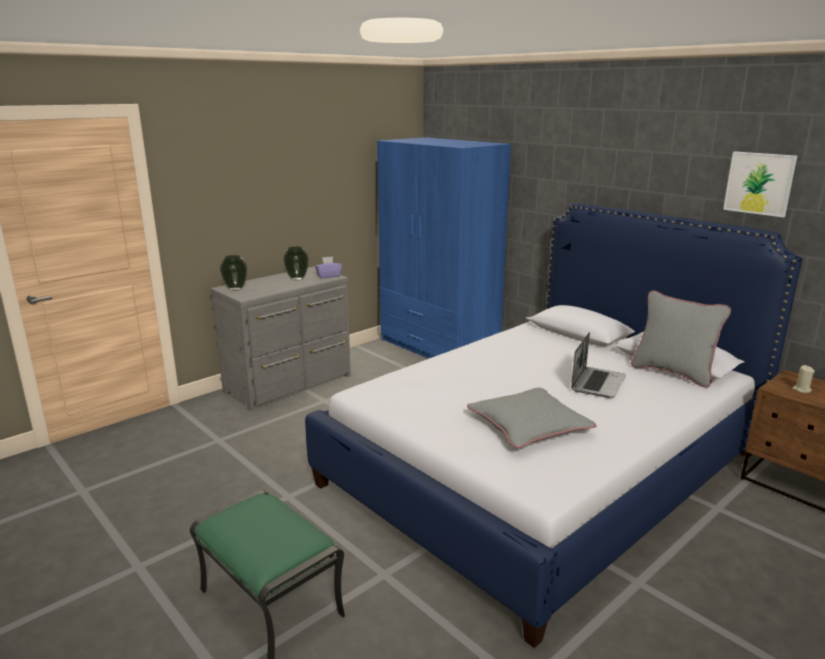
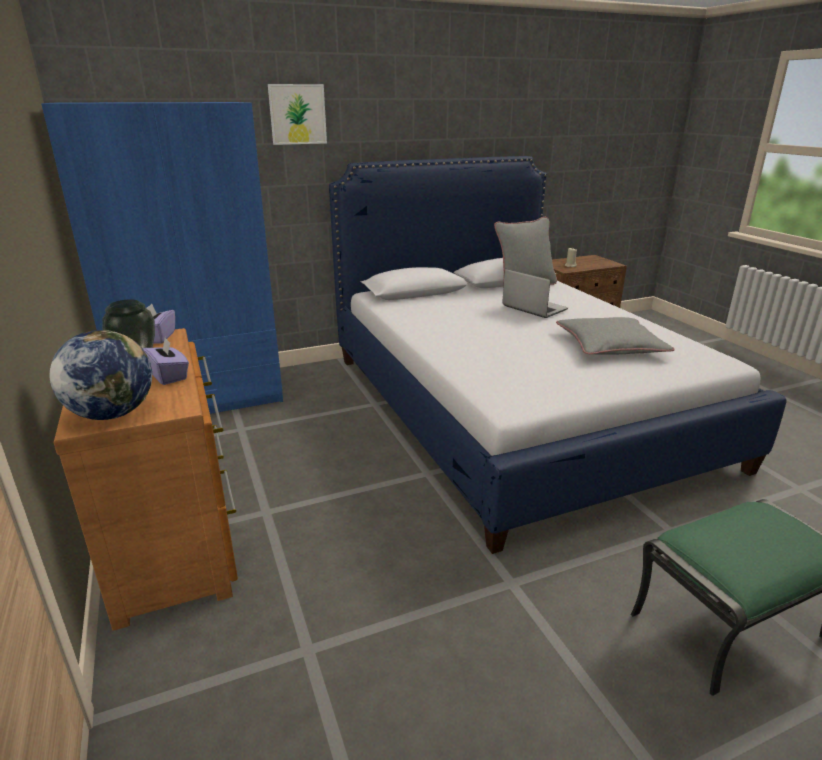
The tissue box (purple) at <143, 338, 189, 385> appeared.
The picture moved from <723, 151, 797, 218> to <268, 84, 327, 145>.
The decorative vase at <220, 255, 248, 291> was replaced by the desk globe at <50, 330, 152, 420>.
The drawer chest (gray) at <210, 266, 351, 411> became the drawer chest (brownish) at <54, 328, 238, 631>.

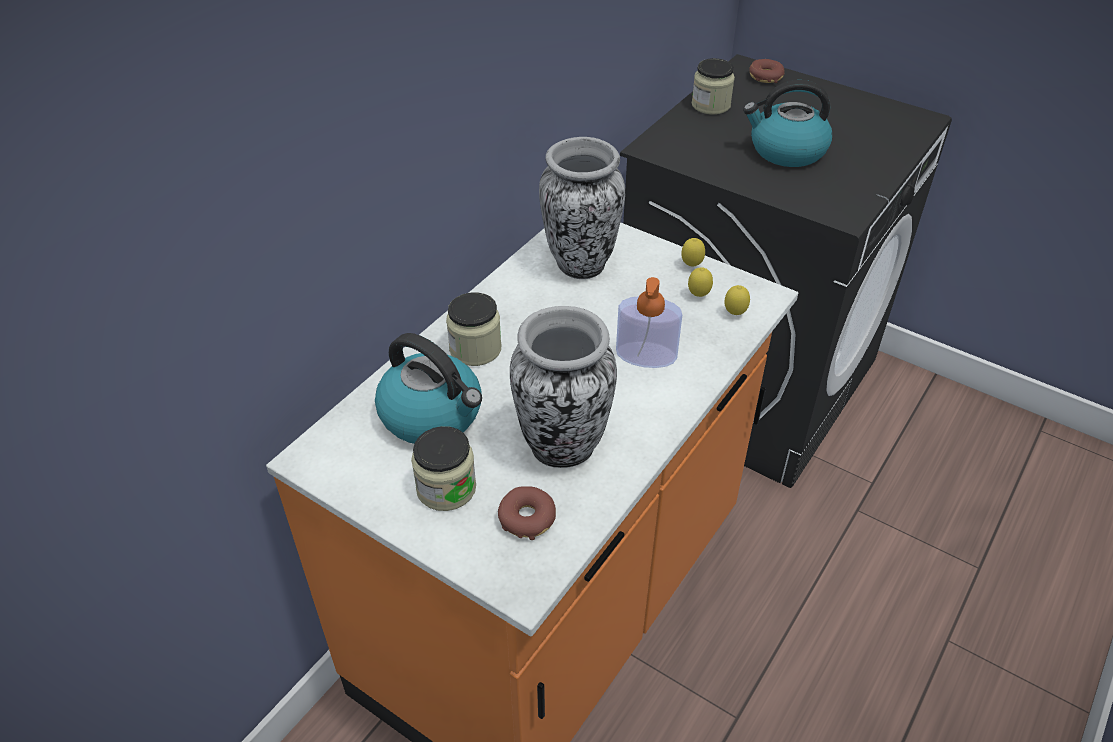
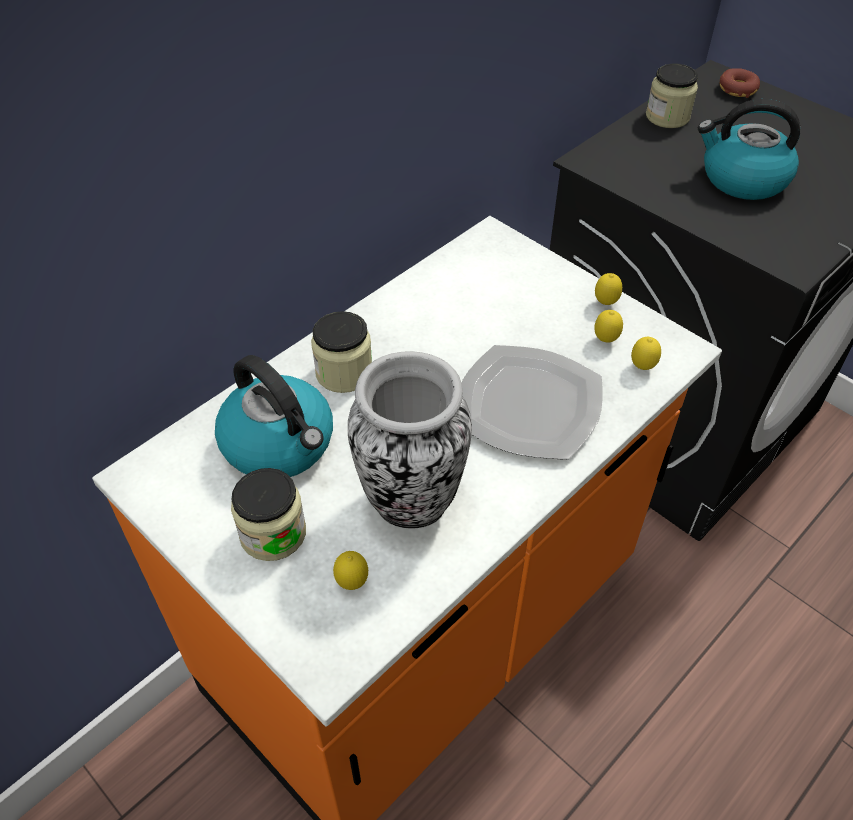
The decorative vase at <539, 137, 625, 279> disappeared.
The ring doughnut at <498, 486, 556, 540> was replaced by the whole lemon at <333, 551, 368, 590>.
The soap dispenser at <616, 277, 682, 368> was replaced by the plate at <462, 345, 603, 460>.

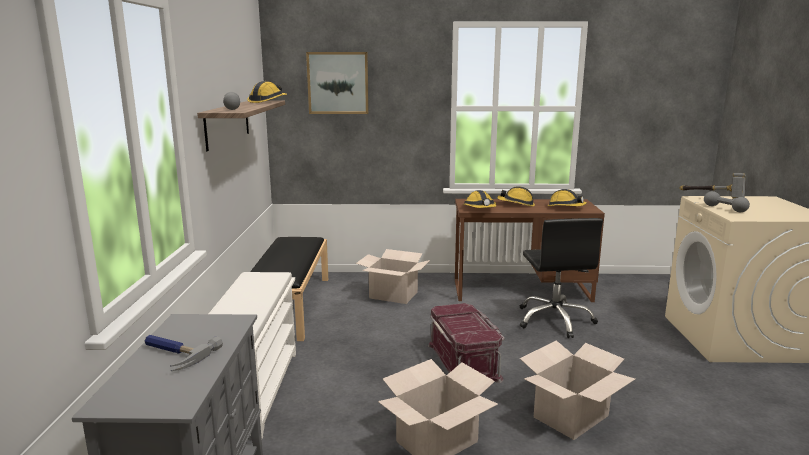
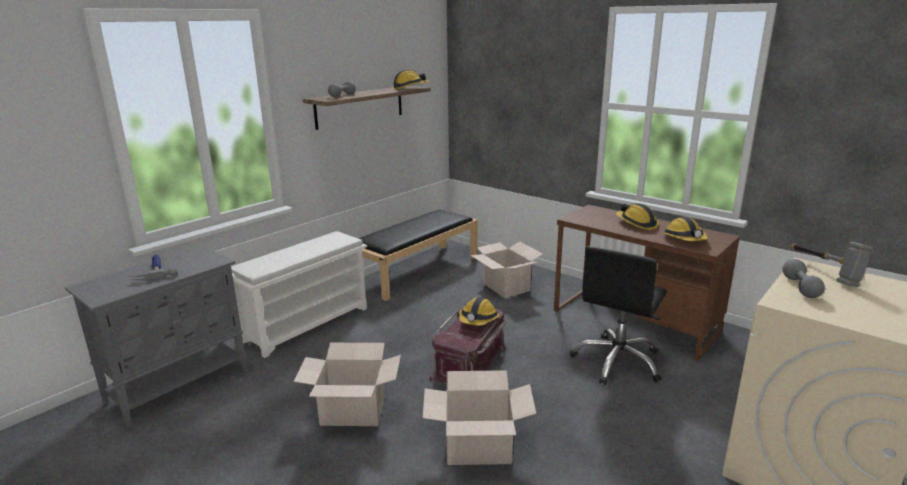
The picture at <306, 52, 369, 114> disappeared.
The work helmet moved from <463, 190, 496, 208> to <459, 297, 499, 326>.

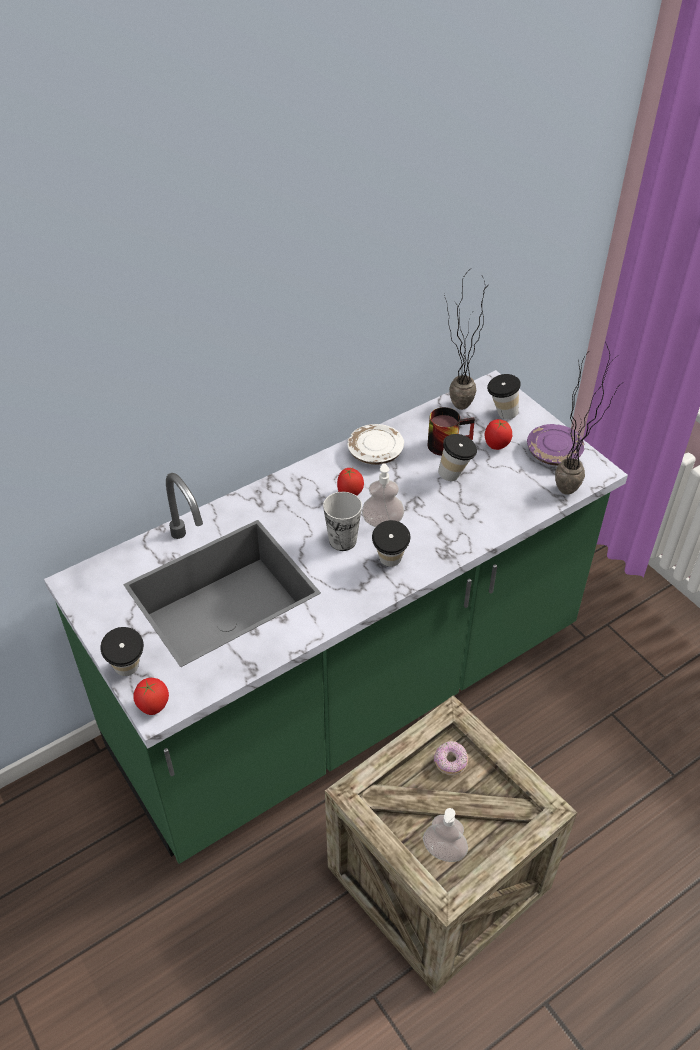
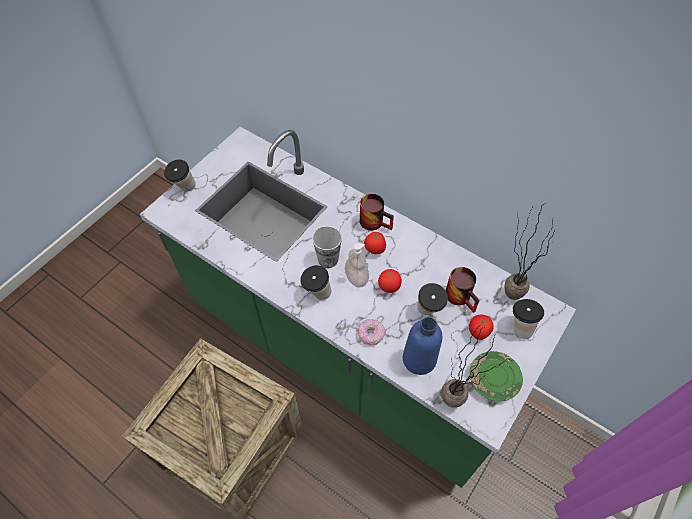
The plate (white-coloured) at <347, 424, 404, 465> disappeared.
The soap dispenser at <423, 808, 468, 862> disappeared.
The coffee mug at <360, 194, 394, 231> appeared.
The drink bottle (bluish) at <403, 317, 442, 375> appeared.
The tomato moved from <134, 678, 169, 715> to <378, 269, 402, 293>.
The ring doughnut moved from <434, 741, 468, 776> to <358, 319, 385, 346>.
The plate (purple) at <527, 424, 584, 466> became the plate (green-coloured) at <470, 351, 523, 401>.

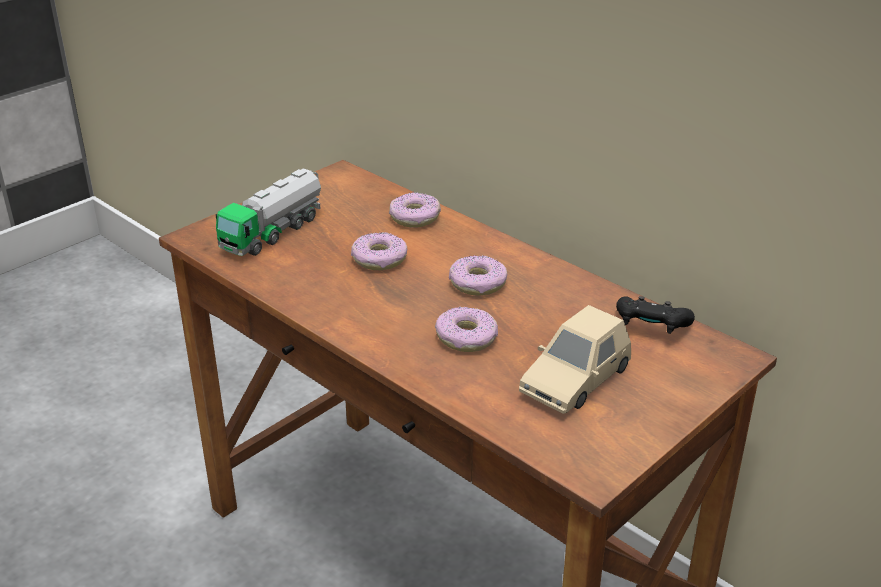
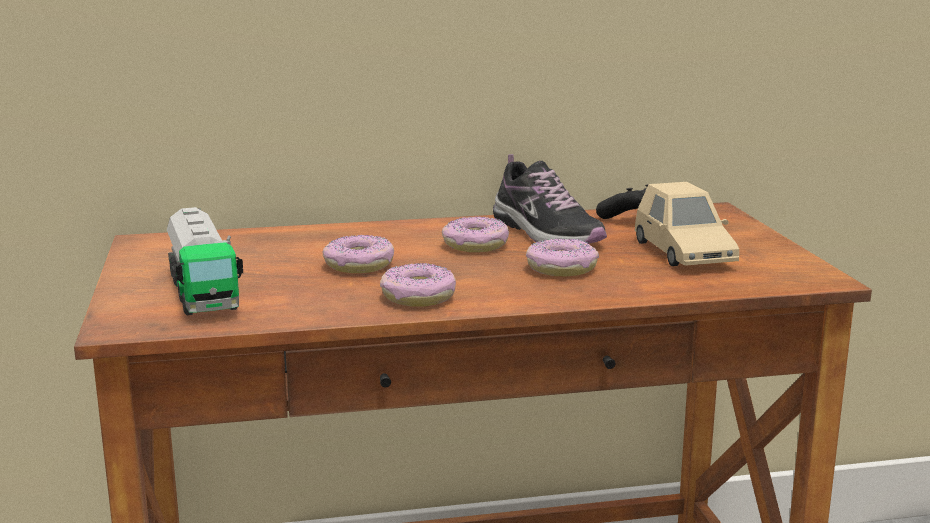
The low shoe at <493, 154, 607, 244> appeared.
The ring doughnut moved from <389, 192, 441, 227> to <380, 263, 456, 307>.

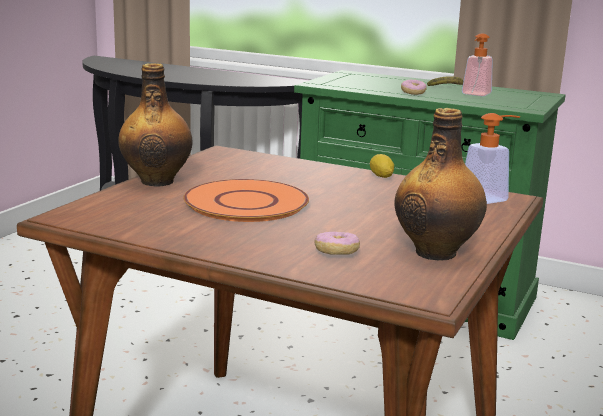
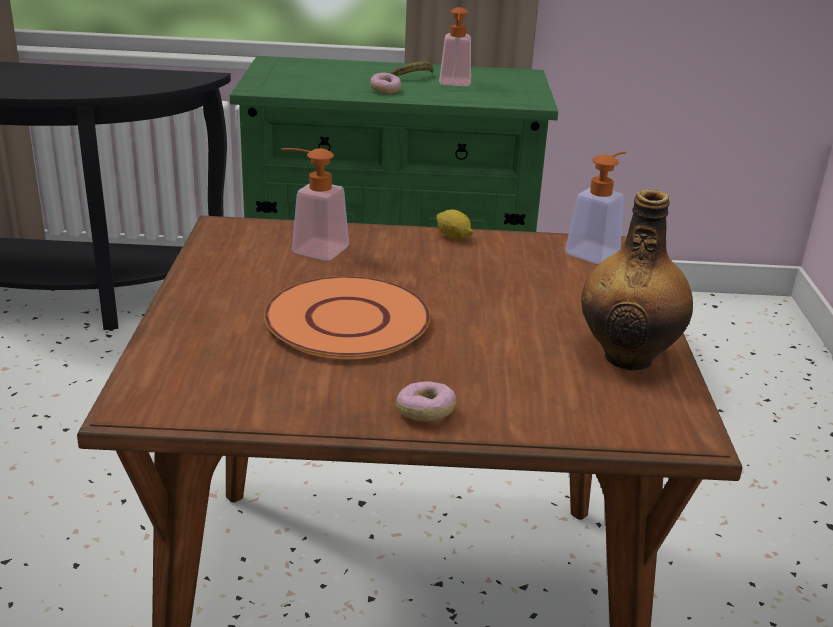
The drink bottle at <118, 63, 193, 187> disappeared.
The soap dispenser at <281, 148, 349, 260> appeared.
The ring doughnut moved from <314, 232, 360, 255> to <396, 381, 456, 422>.

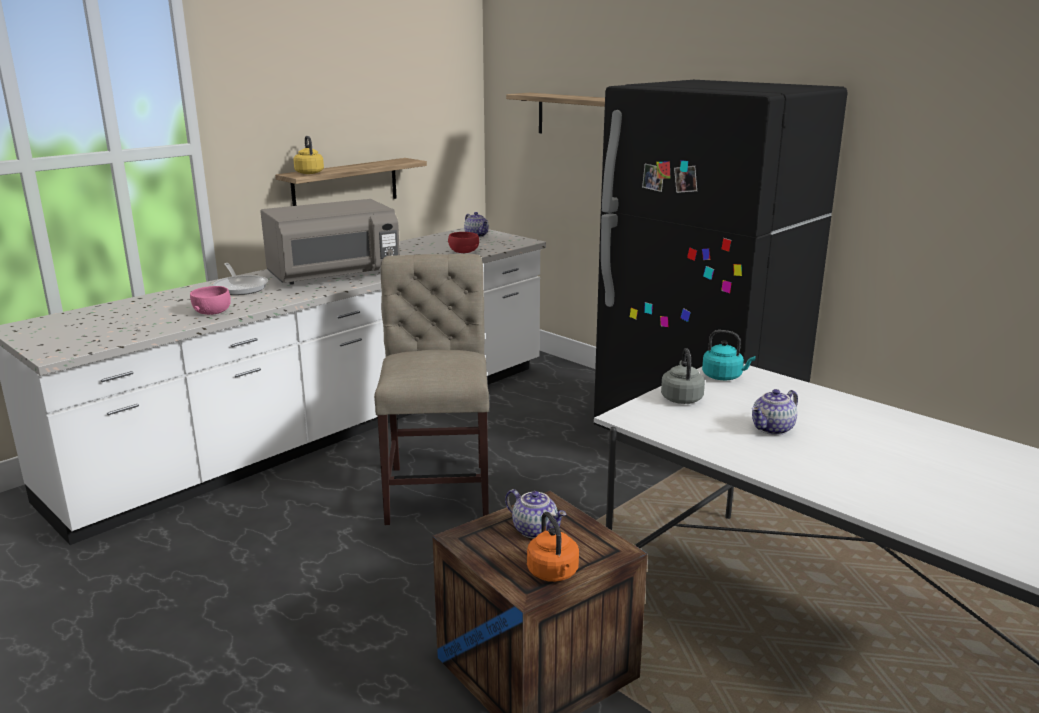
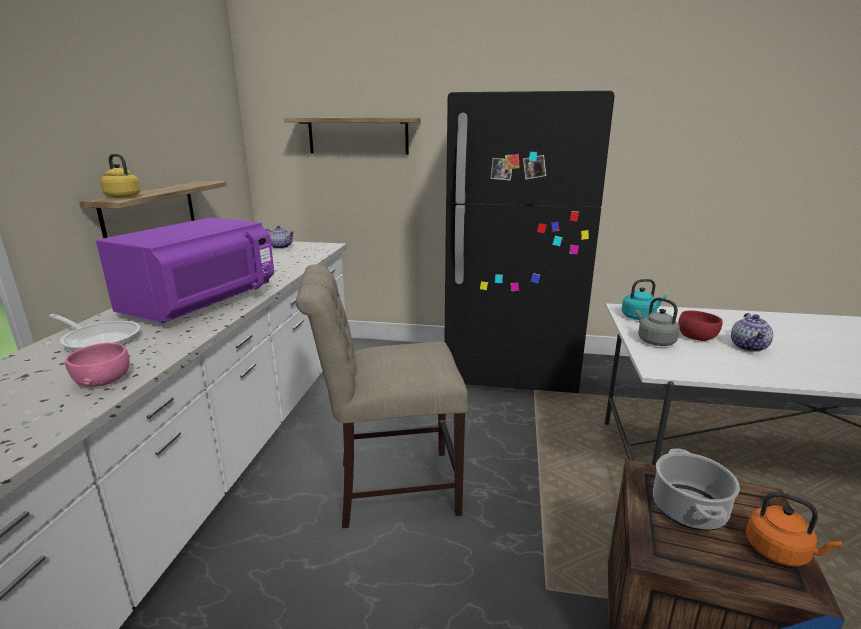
The serving bowl (red-coloured) moved from <448, 232, 479, 253> to <678, 311, 723, 341>.
The pot for tea at <505, 489, 566, 539> was replaced by the cooking pot at <653, 448, 740, 530>.
The kitchen microwave (gray) at <260, 199, 400, 285> became the kitchen microwave (purple) at <96, 217, 274, 323>.
The plain chair (sand-coloured) at <374, 254, 489, 525> turned 60 degrees counterclockwise.

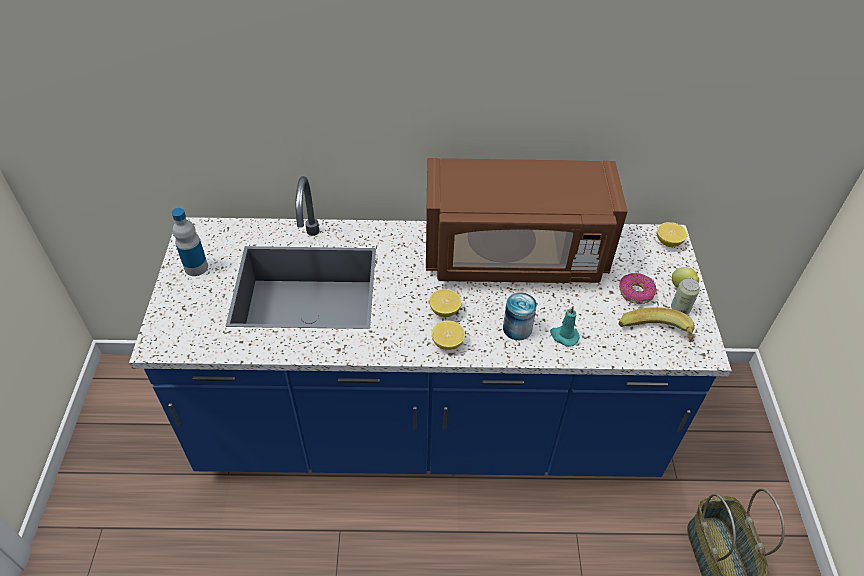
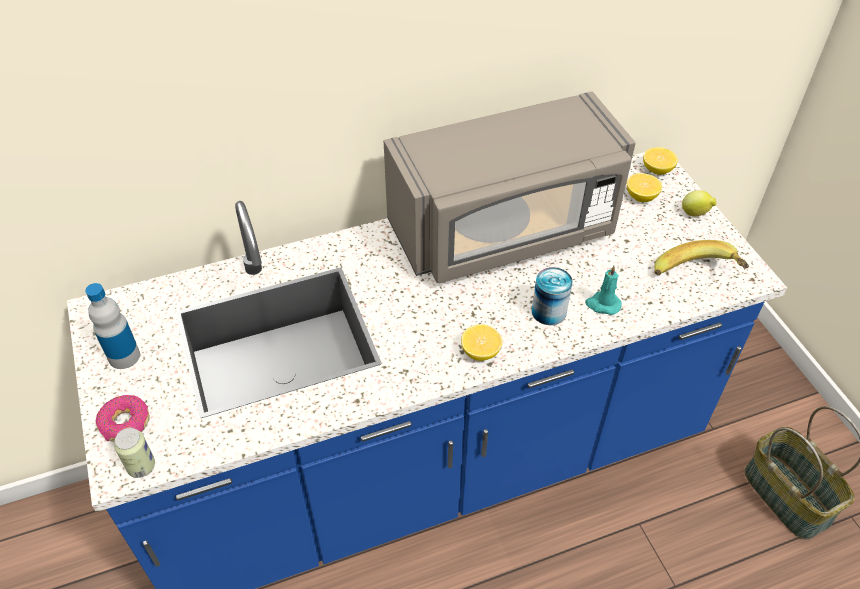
The whole lemon moved from <429, 289, 461, 317> to <627, 173, 662, 202>.
The ring doughnut moved from <619, 273, 657, 304> to <96, 395, 150, 442>.
The can moved from <671, 278, 700, 315> to <114, 428, 155, 478>.
The kitchen microwave (brownish) at <426, 158, 628, 283> became the kitchen microwave (gray) at <384, 91, 636, 283>.

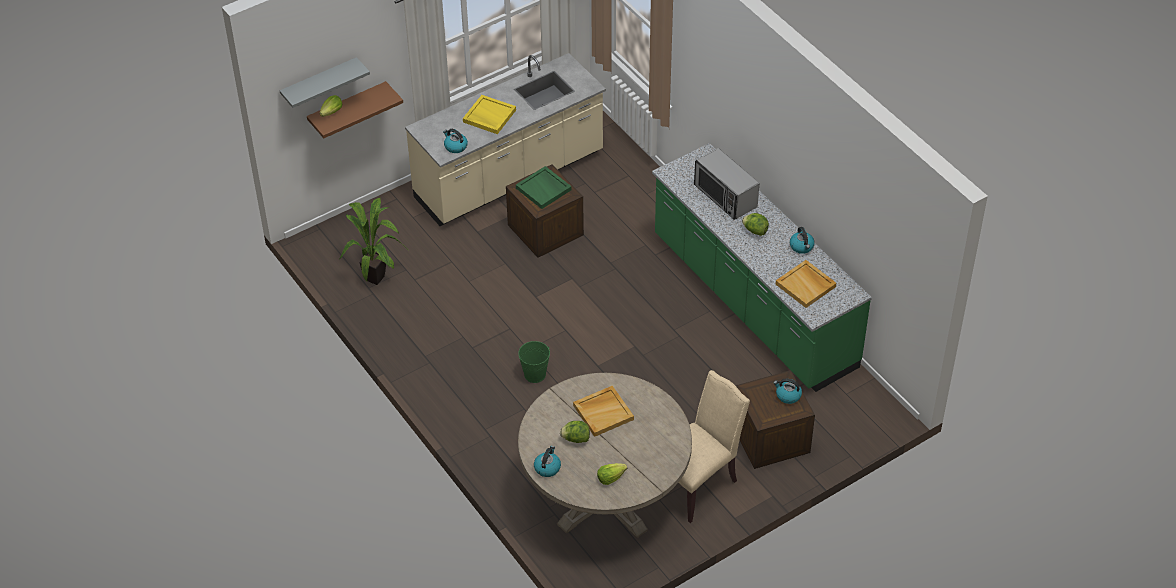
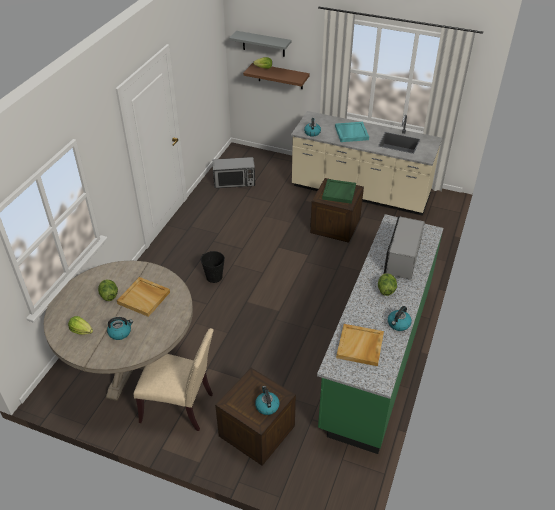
The tea kettle moved from <534, 446, 561, 477> to <107, 317, 133, 340>.
The houseplant at <339, 198, 404, 285> was replaced by the kitchen microwave at <212, 157, 255, 188>.
The carrying tray (yellowish) at <463, 95, 516, 134> became the carrying tray (blue-green) at <335, 122, 369, 142>.
The bucket (green-coloured) at <518, 341, 550, 383> became the bucket (blackish) at <201, 251, 225, 283>.

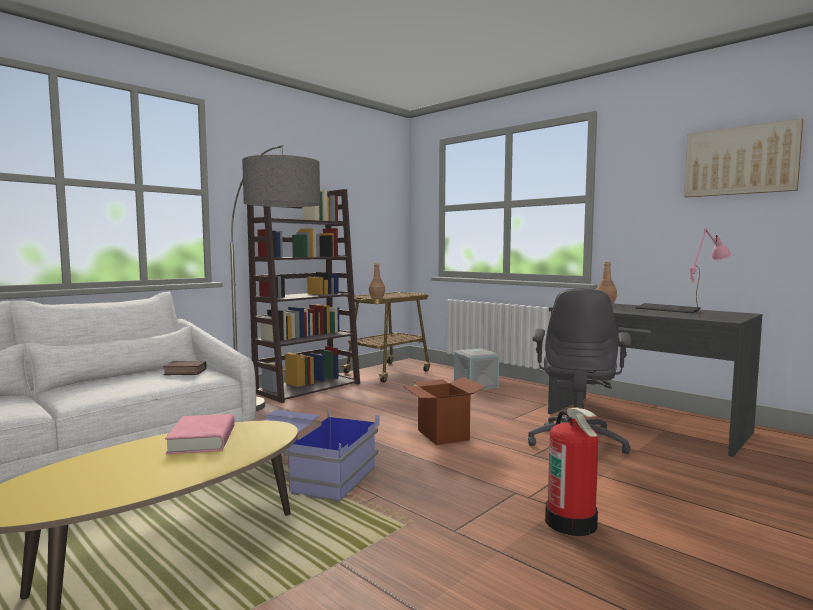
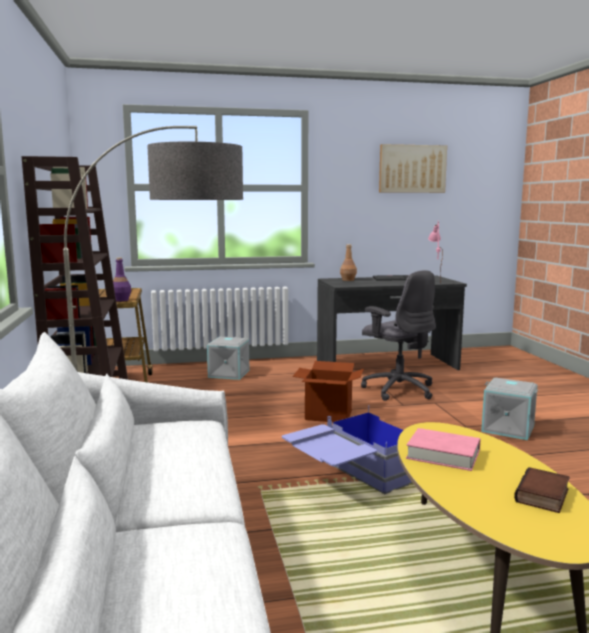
The book moved from <163, 361, 207, 375> to <514, 467, 570, 513>.
The fire-fighting cylinder at <545, 407, 599, 536> was replaced by the storage bin (gray) at <481, 378, 538, 440>.
The drink bottle (brownish) at <369, 263, 385, 299> became the drink bottle (purple) at <113, 257, 131, 301>.

